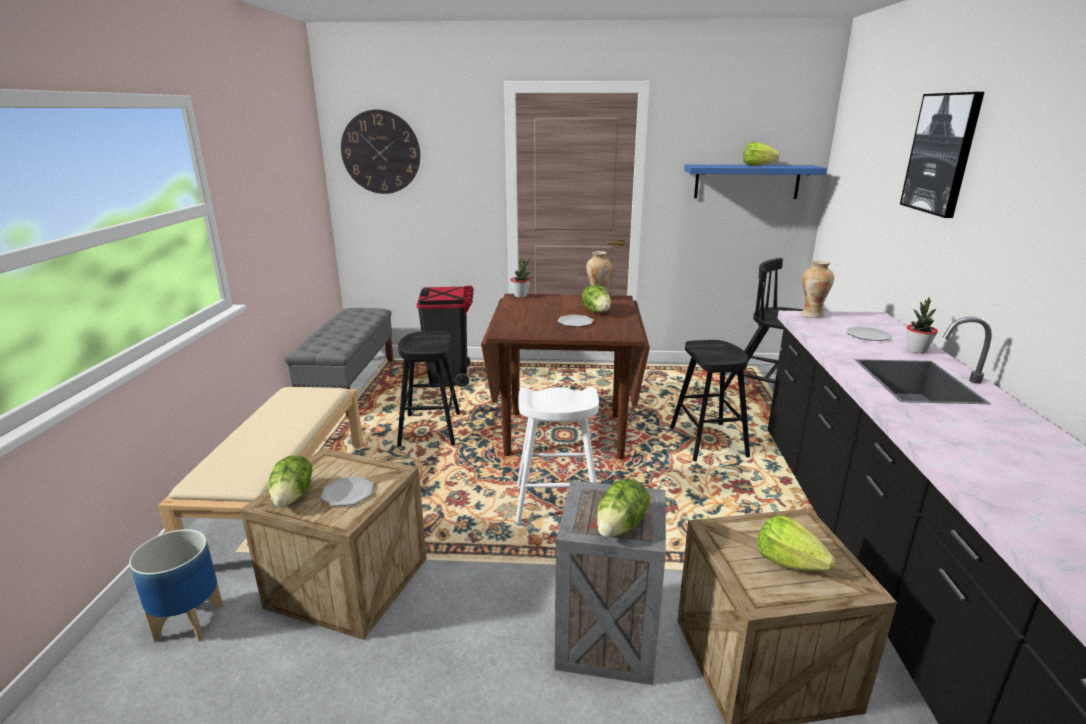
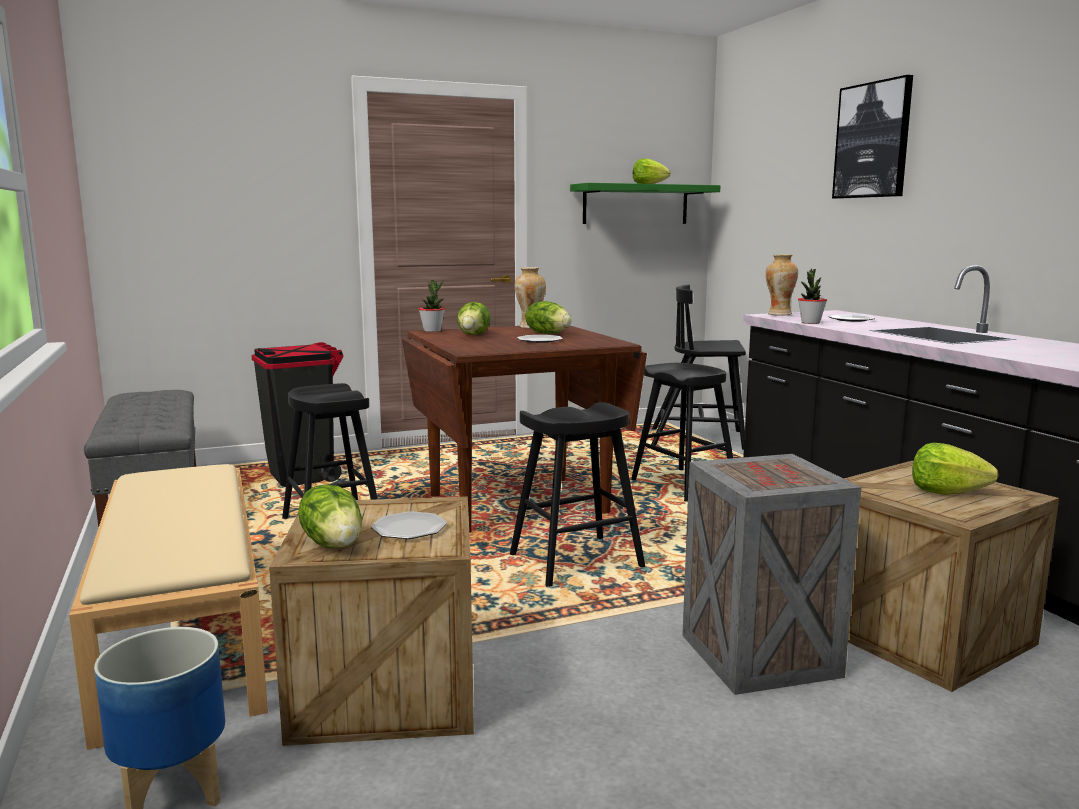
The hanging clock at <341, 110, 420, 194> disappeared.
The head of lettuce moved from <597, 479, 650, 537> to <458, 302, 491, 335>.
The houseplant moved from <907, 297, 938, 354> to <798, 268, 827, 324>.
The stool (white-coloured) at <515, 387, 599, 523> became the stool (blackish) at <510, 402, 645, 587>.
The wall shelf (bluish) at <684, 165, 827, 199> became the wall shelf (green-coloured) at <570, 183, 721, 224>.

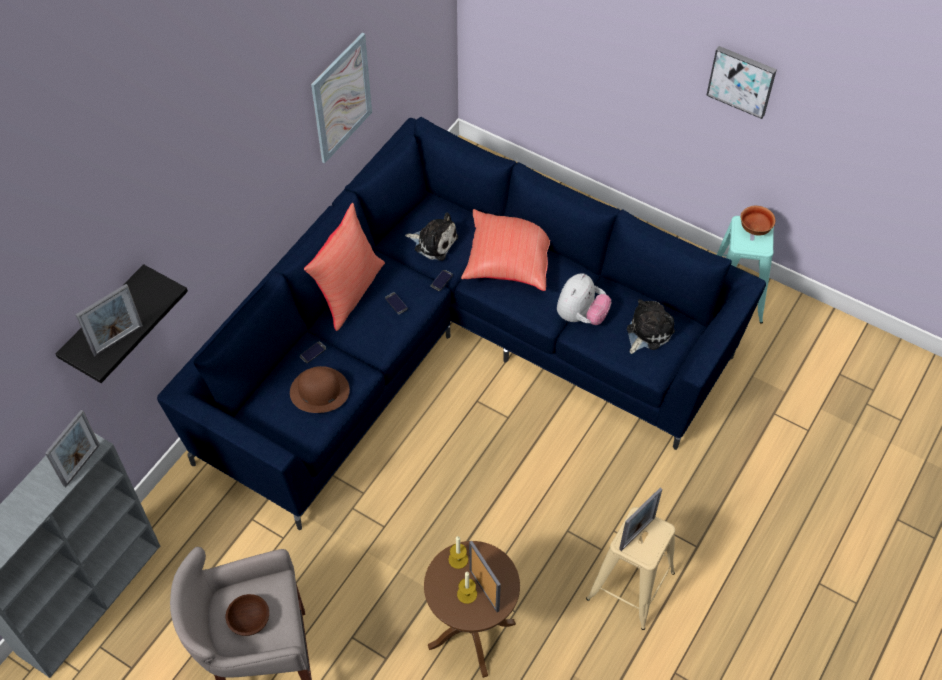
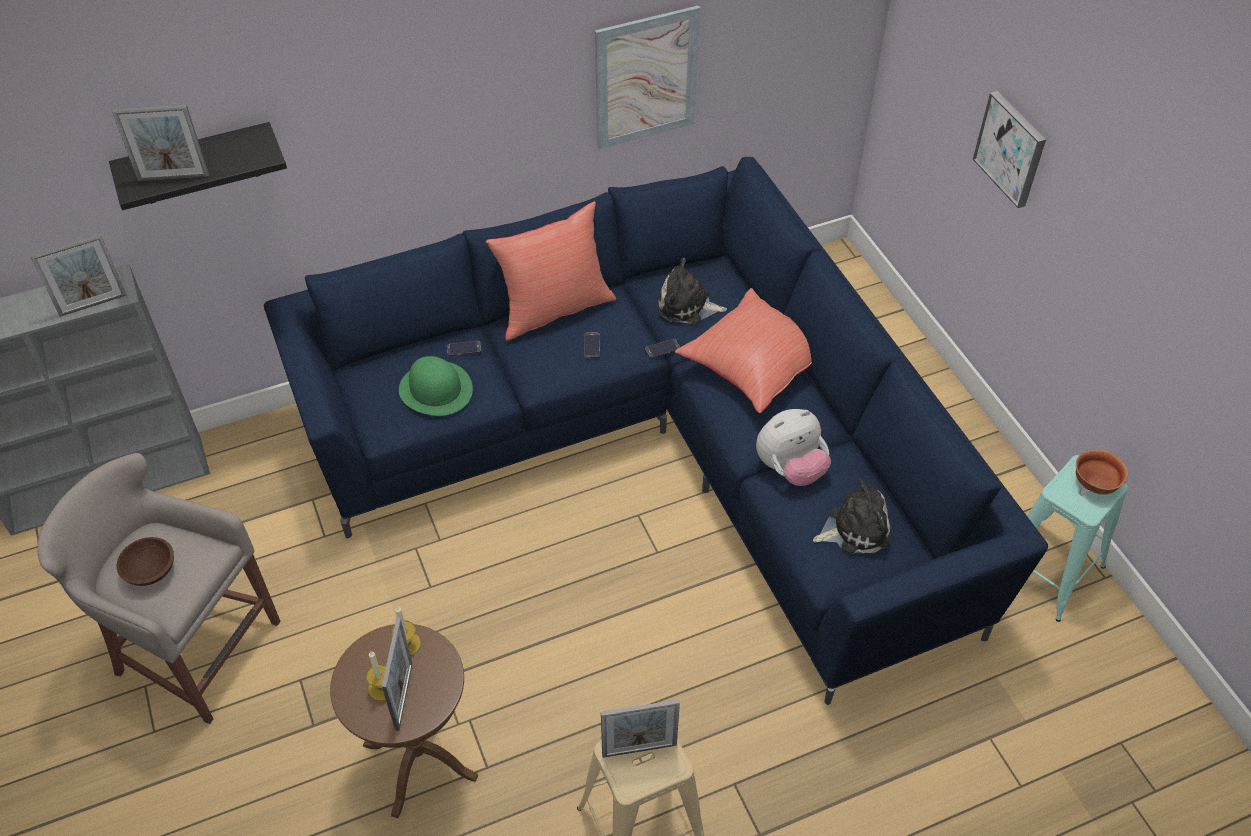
The picture moved from <706, 46, 777, 119> to <973, 91, 1046, 208>.
The clothing hat (brownish) at <290, 366, 350, 413> became the clothing hat (green-coloured) at <399, 356, 473, 416>.
The plush toy at <405, 213, 458, 261> turned 135 degrees clockwise.

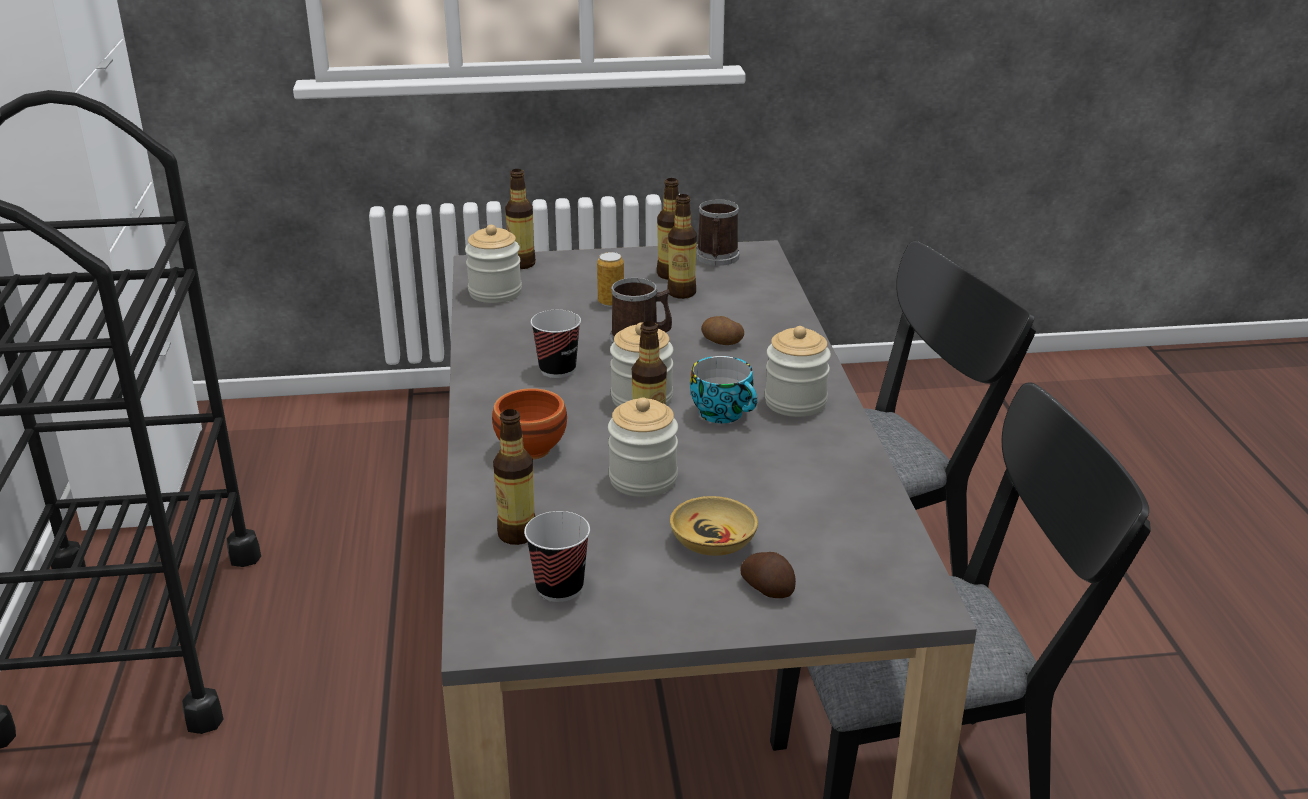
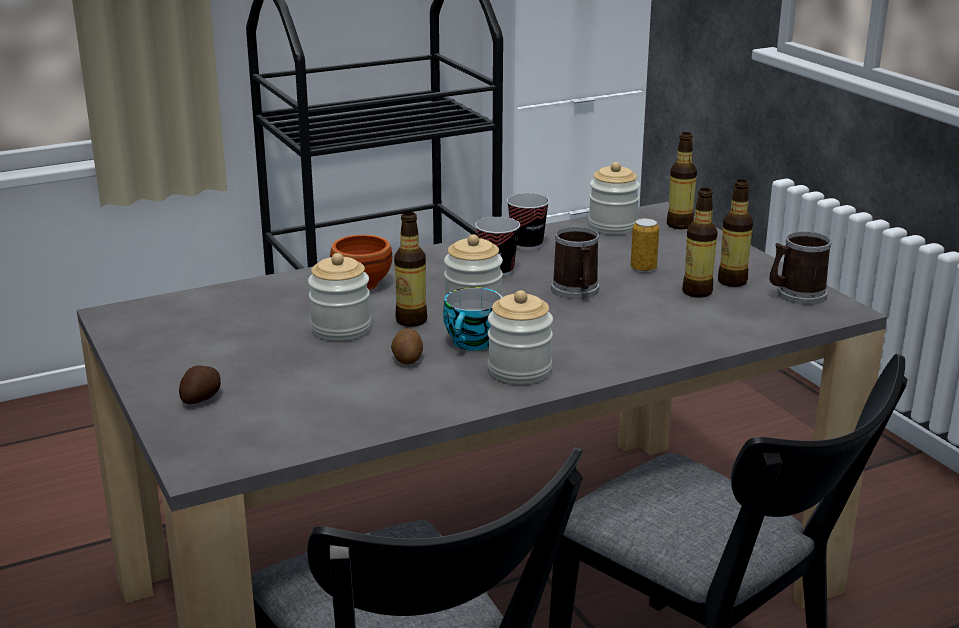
The drink bottle at <493, 409, 536, 545> disappeared.
The serving bowl (sand-coloured) at <670, 496, 758, 556> disappeared.
The cup moved from <524, 511, 590, 602> to <507, 193, 550, 250>.
The spud moved from <701, 316, 744, 345> to <391, 328, 423, 365>.

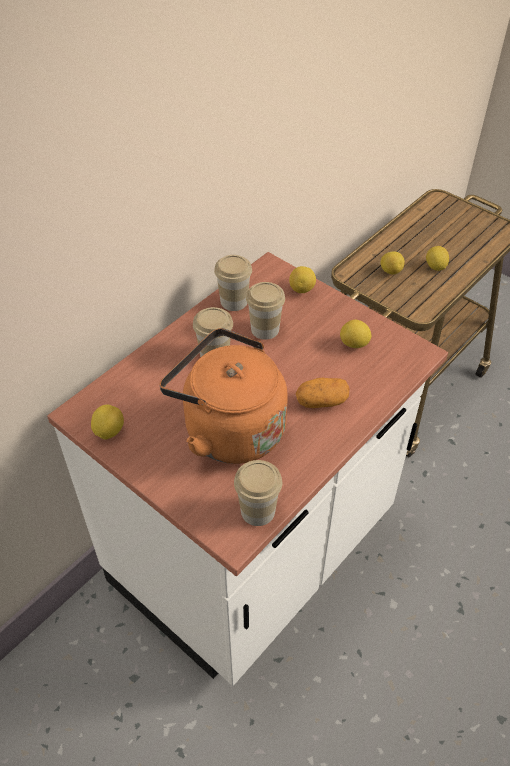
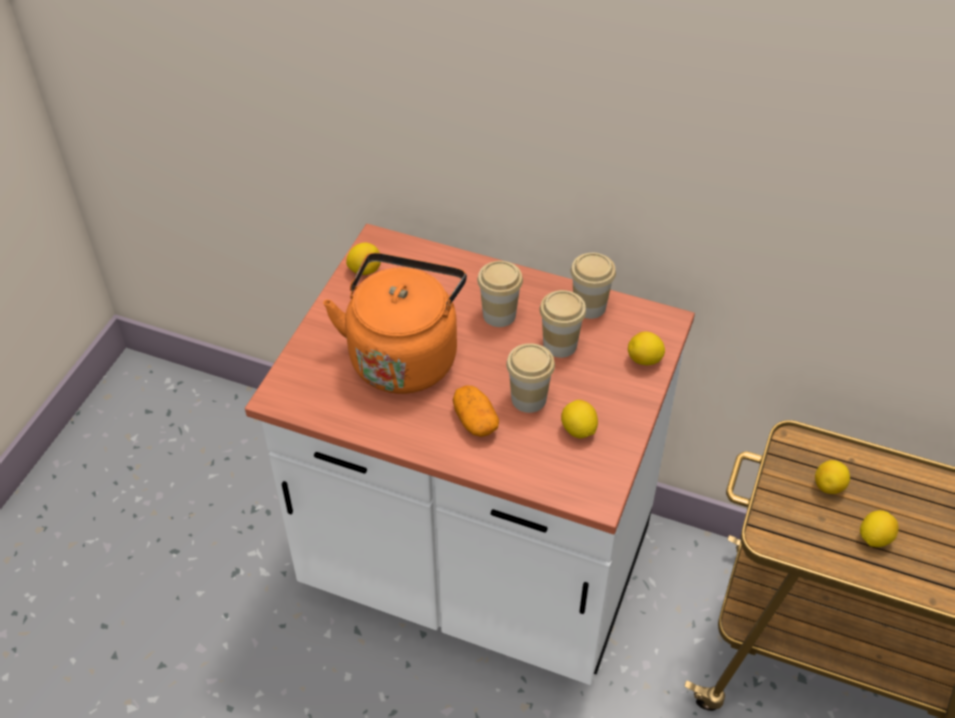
The cup moved from <234, 460, 282, 526> to <506, 343, 555, 413>.

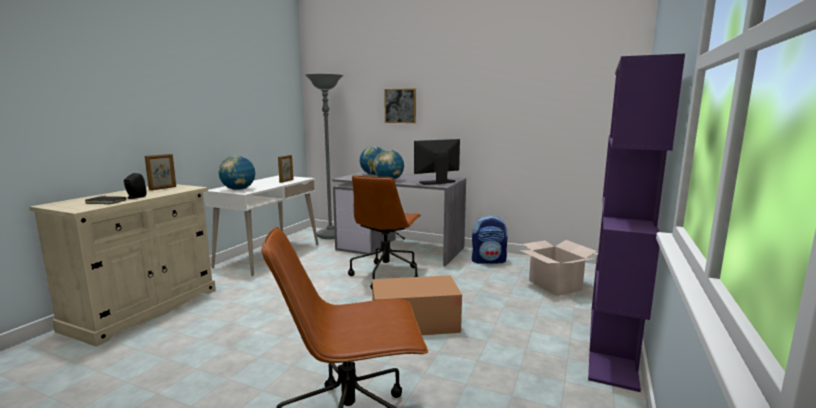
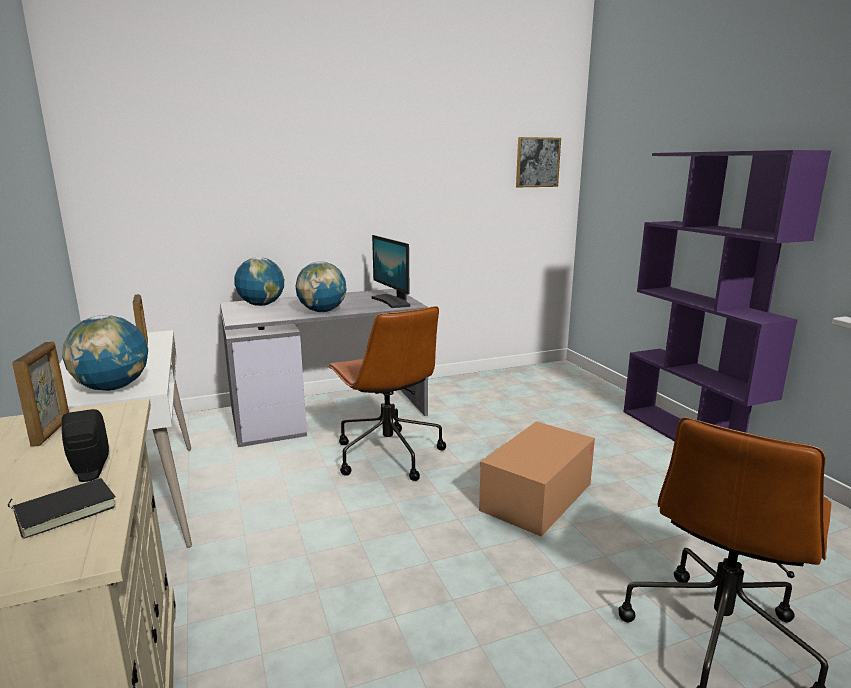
The standing lamp (gray) at <305, 74, 344, 239> disappeared.
The knapsack at <472, 215, 507, 264> disappeared.
The cardboard box at <519, 240, 597, 296> disappeared.
The picture moved from <384, 88, 416, 123> to <516, 137, 561, 187>.
The computer screen at <414, 139, 460, 185> turned 45 degrees counterclockwise.

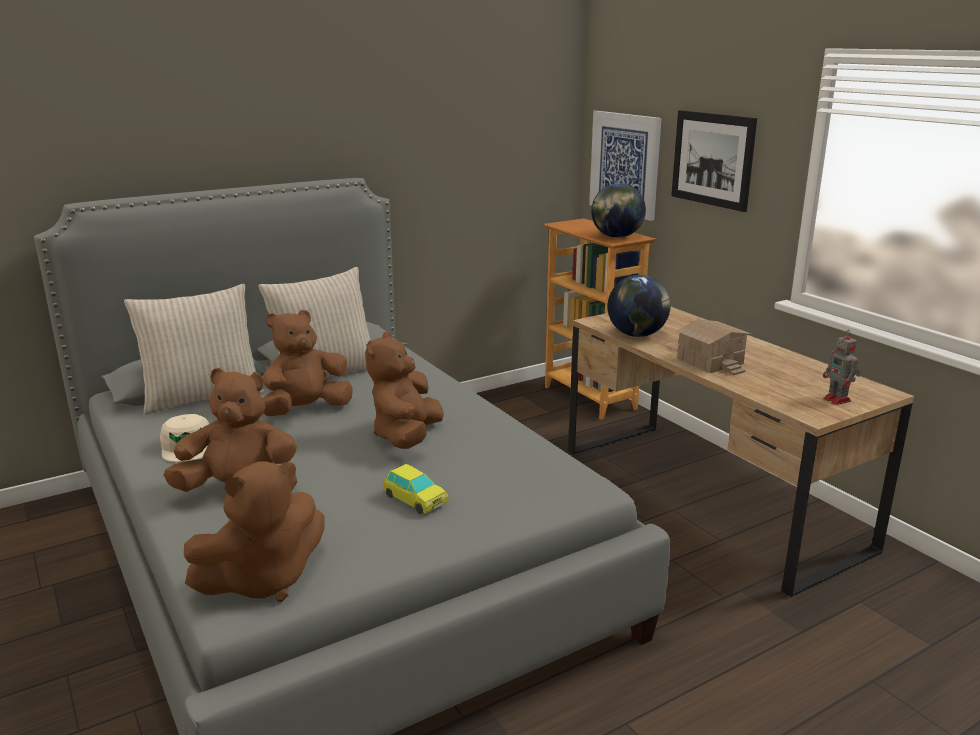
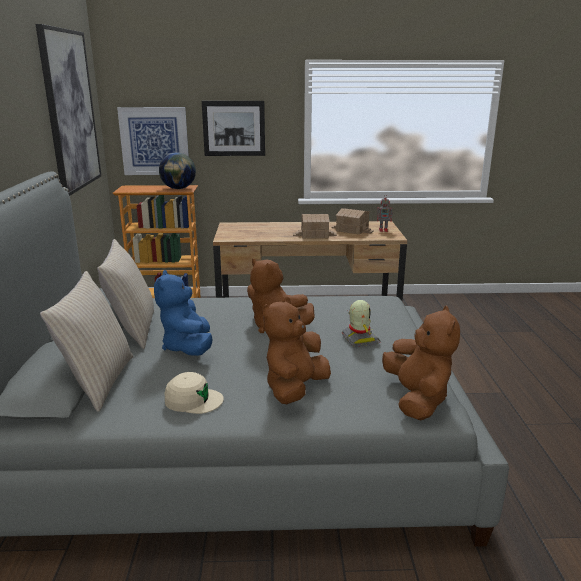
The desk globe at <607, 275, 671, 337> disappeared.
The picture at <35, 24, 102, 196> appeared.
The model house at <331, 208, 374, 234> appeared.
The model car at <383, 464, 449, 514> was replaced by the toy robot at <342, 300, 381, 347>.
The plush toy (brownish) at <262, 310, 353, 416> became the plush toy (bluish) at <154, 270, 213, 356>.

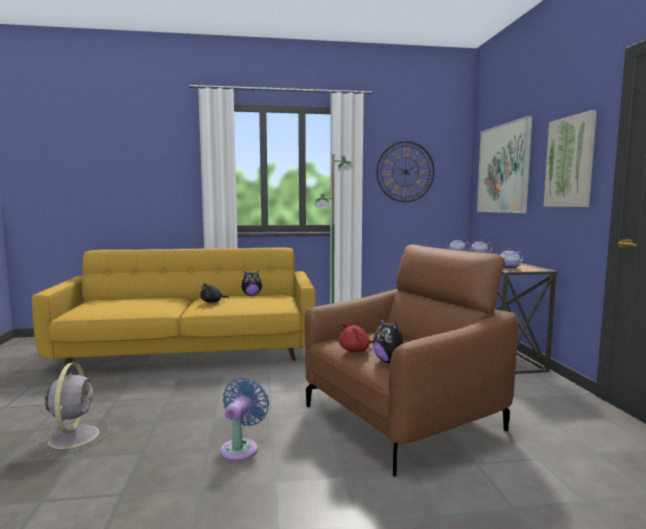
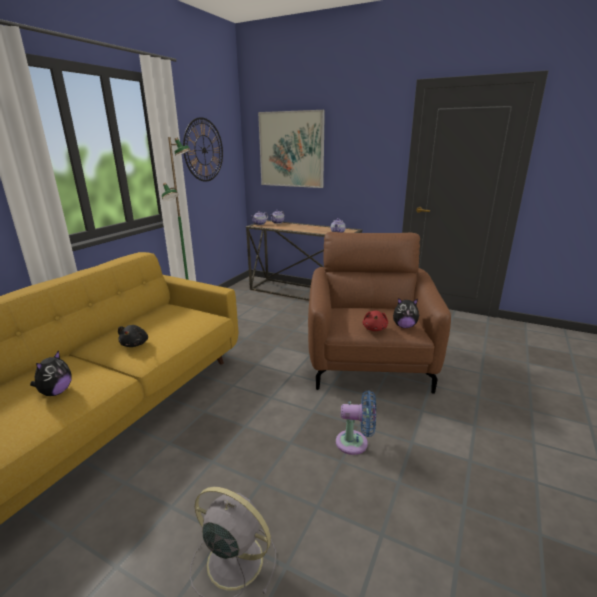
The picture at <544, 110, 597, 207> disappeared.
The plush toy moved from <242, 270, 262, 296> to <30, 350, 72, 396>.
The cooling fan (bluish) at <220, 377, 269, 461> turned 135 degrees clockwise.

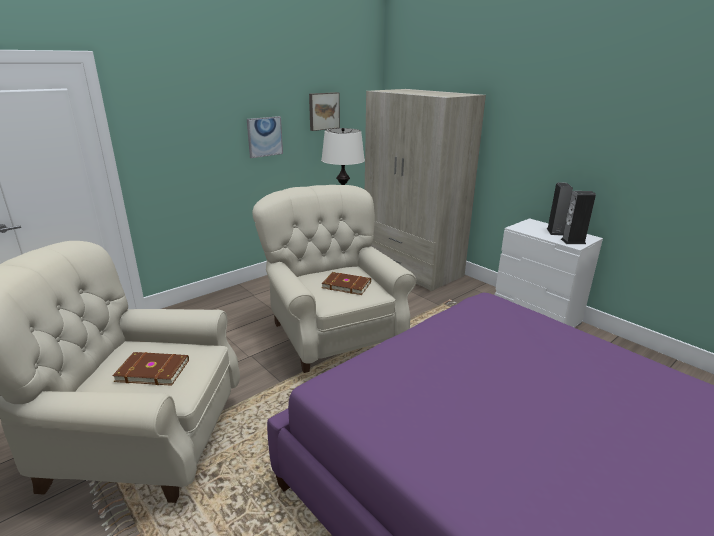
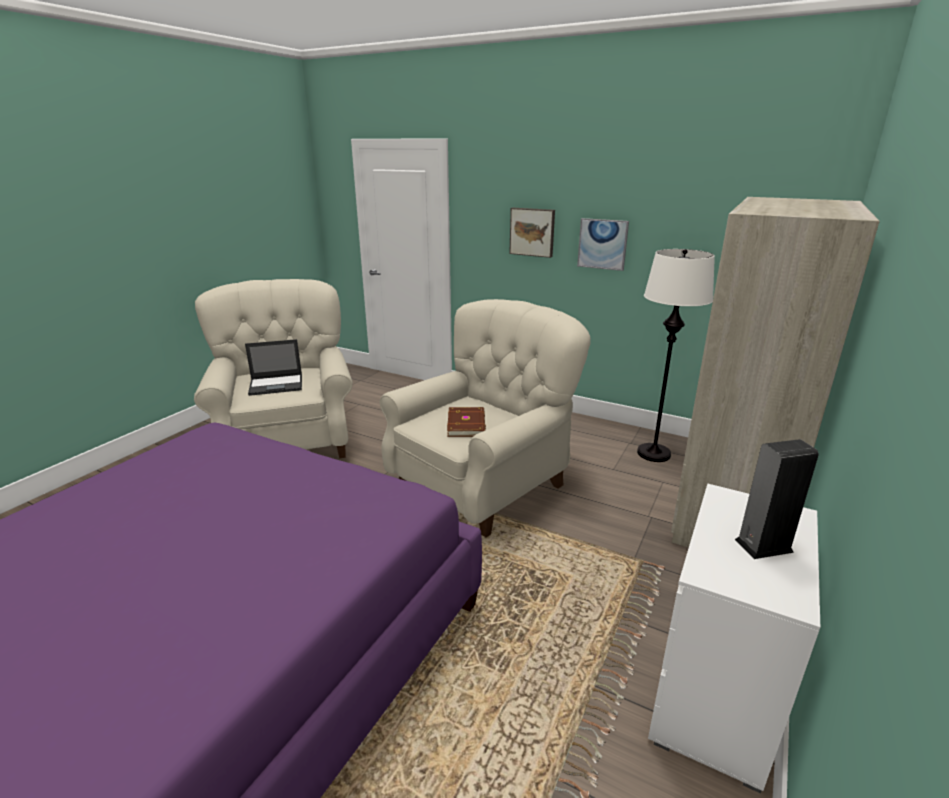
The speaker at <561, 191, 596, 244> disappeared.
The picture moved from <309, 92, 340, 131> to <509, 208, 555, 258>.
The book (brownish) at <112, 352, 189, 386> was replaced by the notebook computer at <245, 339, 302, 396>.

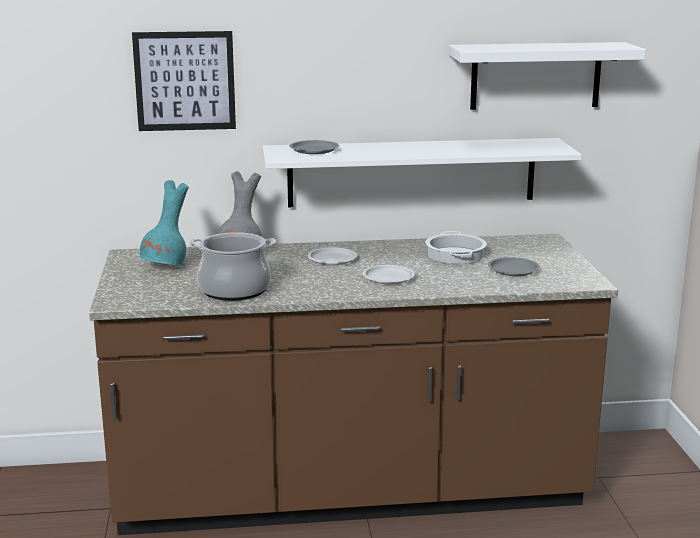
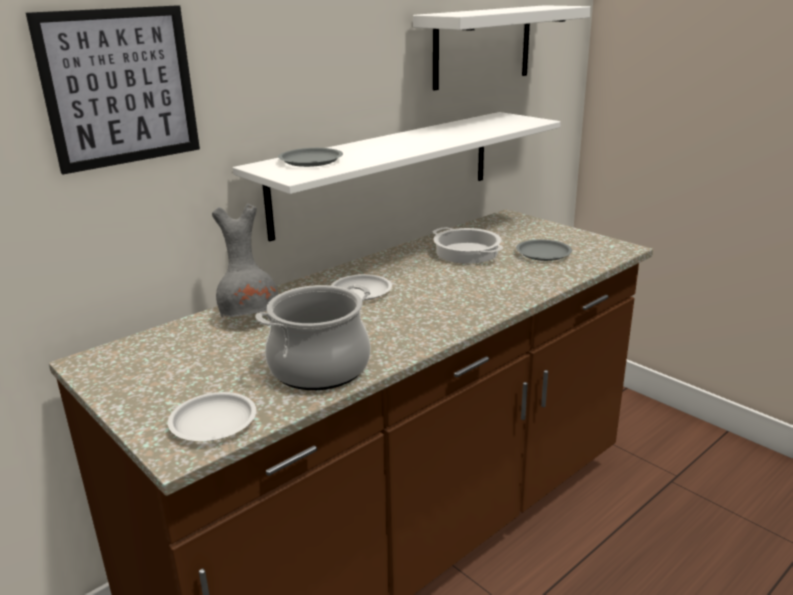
The decorative vase (blue-green) at <140, 180, 189, 265> disappeared.
The plate (white-coloured) moved from <363, 265, 415, 284> to <168, 392, 256, 441>.

